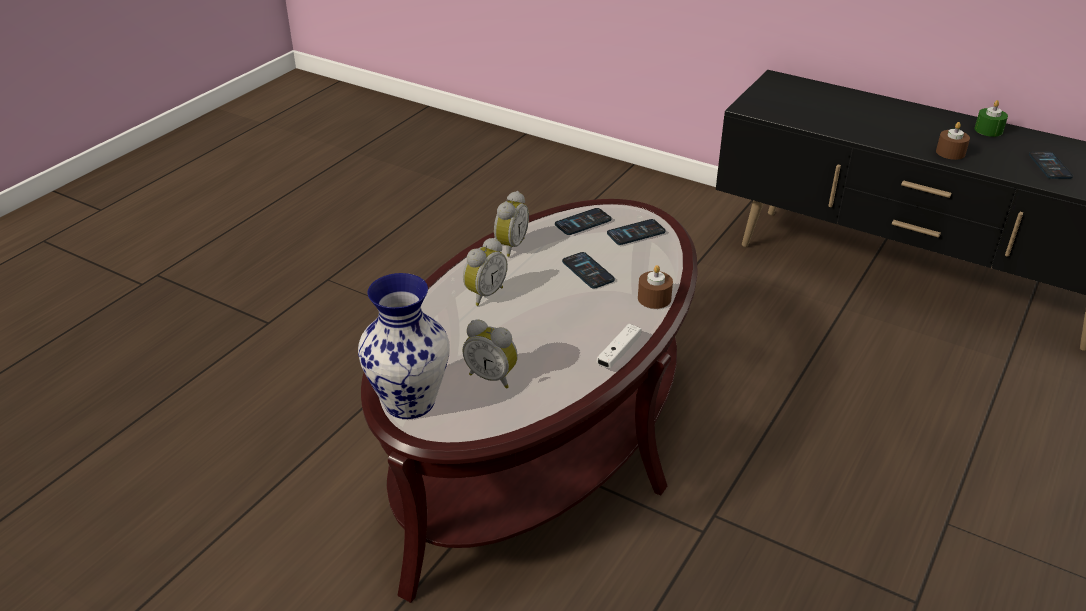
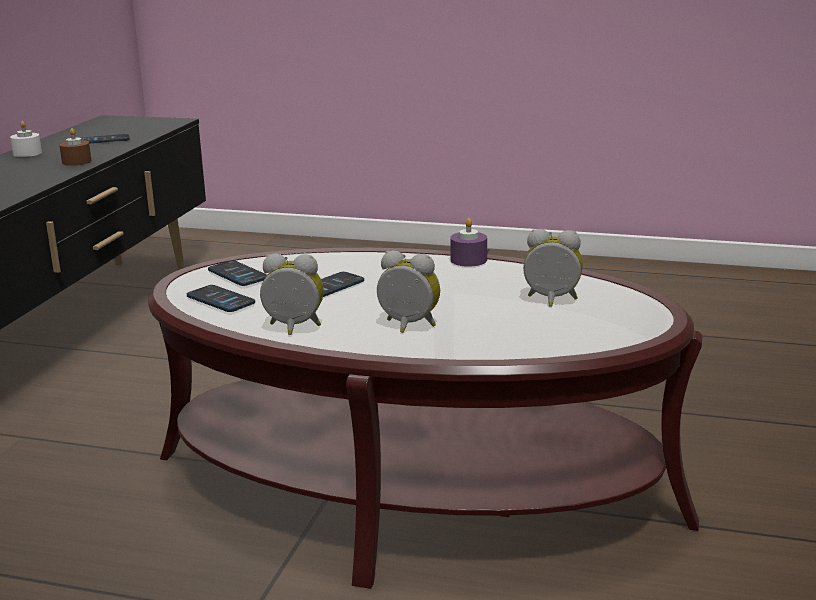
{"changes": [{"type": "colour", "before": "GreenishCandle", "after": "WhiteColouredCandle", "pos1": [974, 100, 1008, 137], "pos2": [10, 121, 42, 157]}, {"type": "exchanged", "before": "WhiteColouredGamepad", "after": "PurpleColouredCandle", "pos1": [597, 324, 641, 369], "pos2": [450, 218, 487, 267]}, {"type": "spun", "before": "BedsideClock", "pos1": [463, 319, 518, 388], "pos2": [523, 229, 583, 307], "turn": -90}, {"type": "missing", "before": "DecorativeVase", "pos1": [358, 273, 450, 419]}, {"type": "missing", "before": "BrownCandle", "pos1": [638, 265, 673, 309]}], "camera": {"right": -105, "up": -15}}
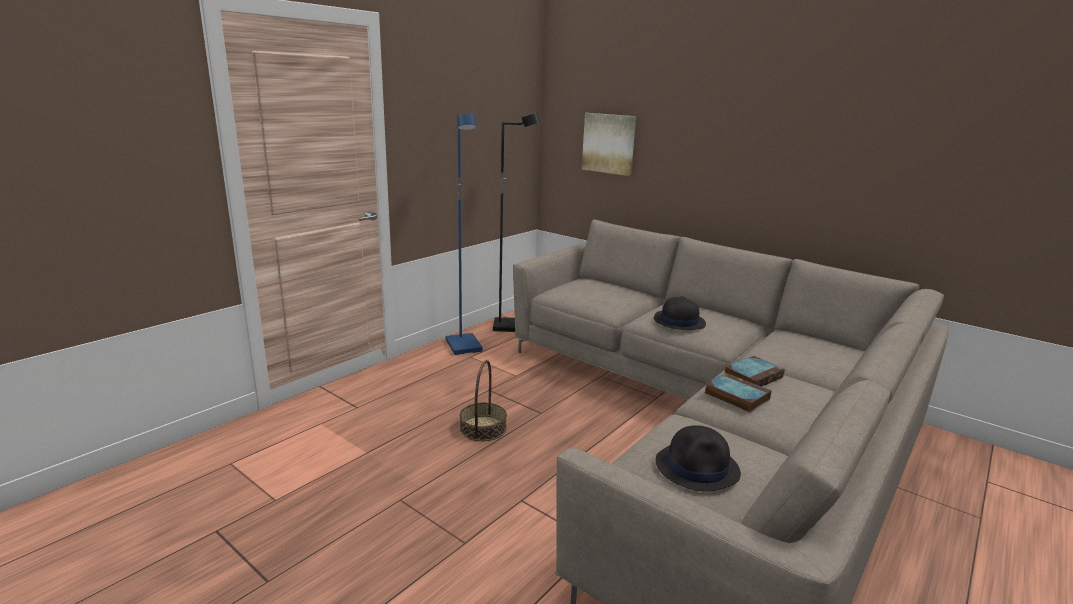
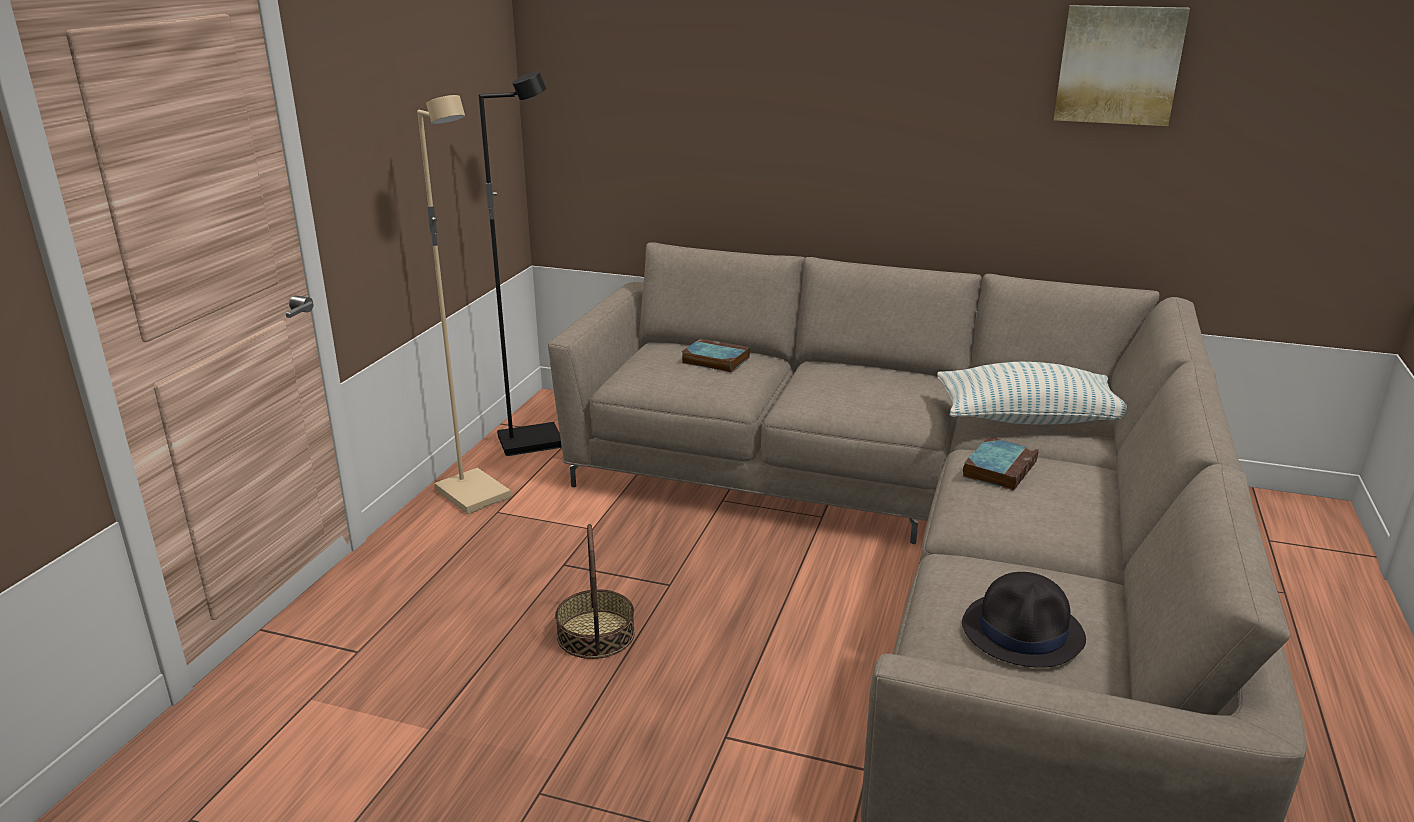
{"changes": [{"type": "colour", "before": "BluishStandardLamp", "after": "BeigeColouredStandardLamp", "pos1": [446, 113, 483, 355], "pos2": [417, 95, 511, 514]}, {"type": "relocated", "before": "Book", "pos1": [705, 372, 771, 413], "pos2": [682, 338, 750, 373]}, {"type": "appeared", "after": "Cushion", "pos2": [937, 362, 1127, 424]}, {"type": "relocated", "before": "WallArt", "pos1": [582, 113, 636, 176], "pos2": [1054, 5, 1190, 126]}, {"type": "missing", "before": "BlackishWearableHat", "pos1": [654, 296, 706, 330]}], "camera": {"right": -20, "up": 5}}
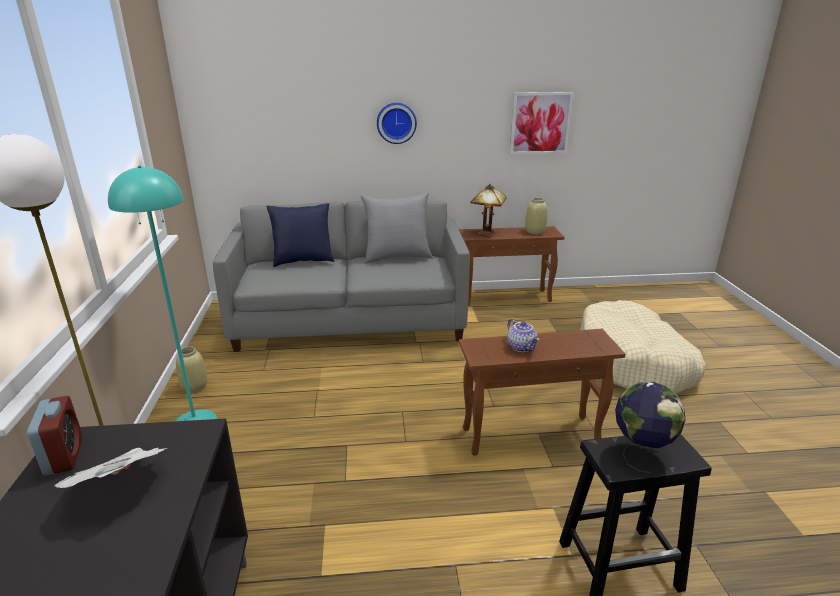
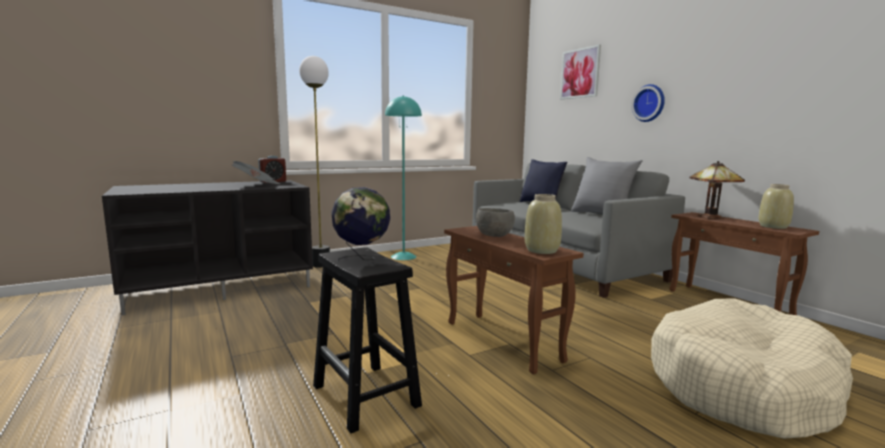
{"changes": [{"type": "exchanged", "before": "TeaPot", "after": "GreyBowl", "pos1": [507, 318, 539, 352], "pos2": [476, 208, 515, 237]}, {"type": "relocated", "before": "BeigeColouredDecorativeVase", "pos1": [176, 346, 208, 393], "pos2": [525, 194, 562, 254]}, {"type": "relocated", "before": "WallArt", "pos1": [510, 92, 574, 154], "pos2": [560, 44, 601, 99]}], "camera": {"right": 65, "up": -15}}
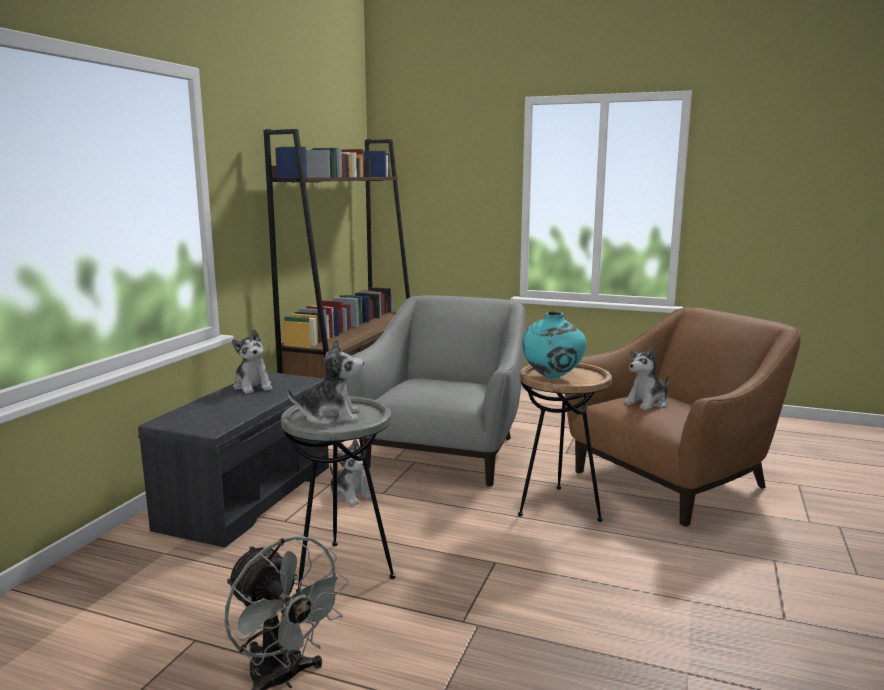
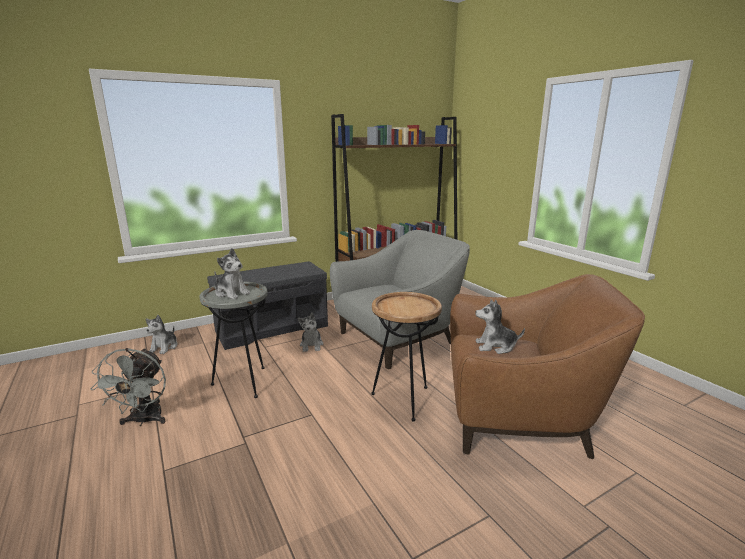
{"changes": [{"type": "relocated", "before": "SoftToy", "pos1": [232, 329, 272, 394], "pos2": [146, 315, 178, 354]}, {"type": "missing", "before": "BlueGreenDecorativeVase", "pos1": [522, 311, 587, 378]}], "camera": {"right": 40, "up": 5}}
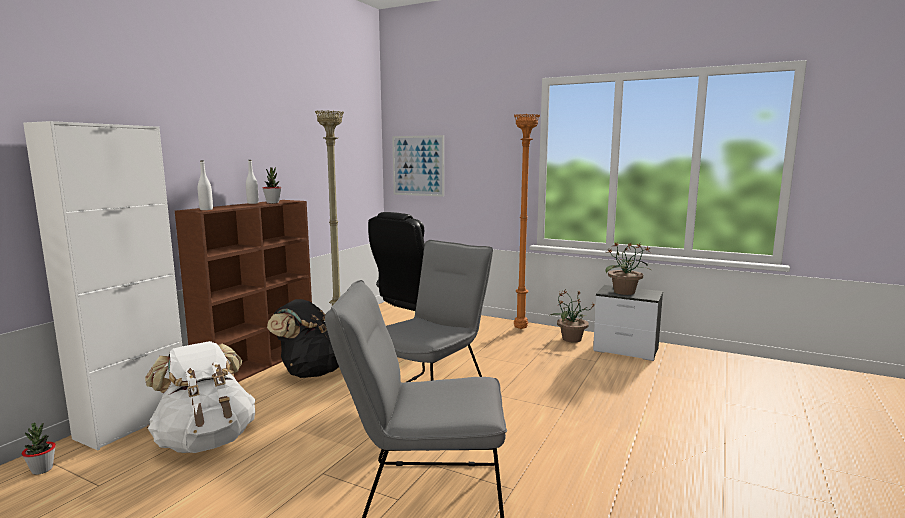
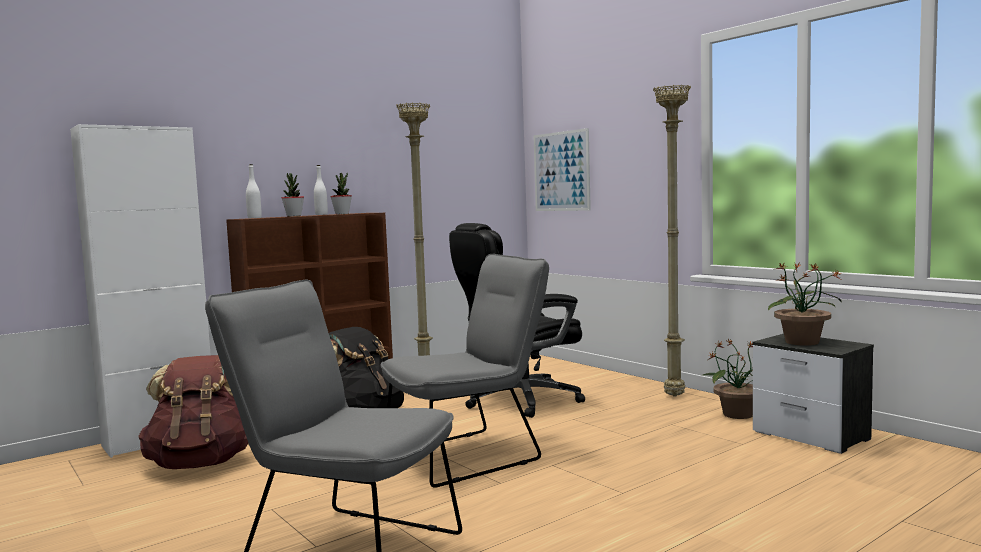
{"changes": [{"type": "colour", "before": "WhiteColouredKnapsack", "after": "BrownKnapsack", "pos1": [145, 341, 255, 453], "pos2": [138, 355, 248, 469]}, {"type": "relocated", "before": "Houseplant", "pos1": [22, 422, 56, 475], "pos2": [282, 173, 304, 217]}, {"type": "colour", "before": "OrangeStandardLamp", "after": "BeigeColouredStandardLamp", "pos1": [514, 114, 540, 329], "pos2": [653, 85, 691, 397]}], "camera": {"right": 25, "up": -5}}
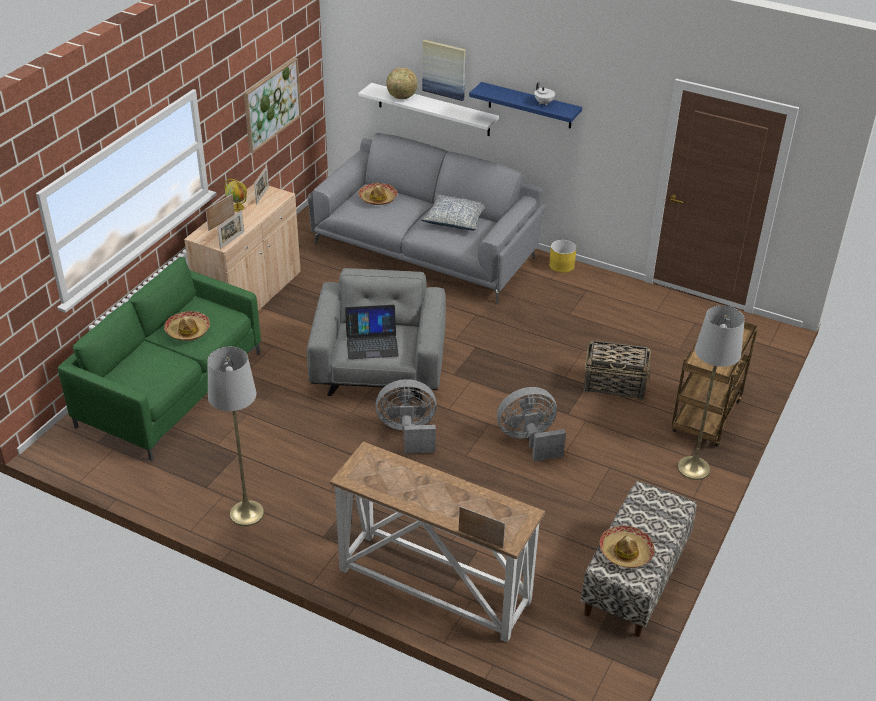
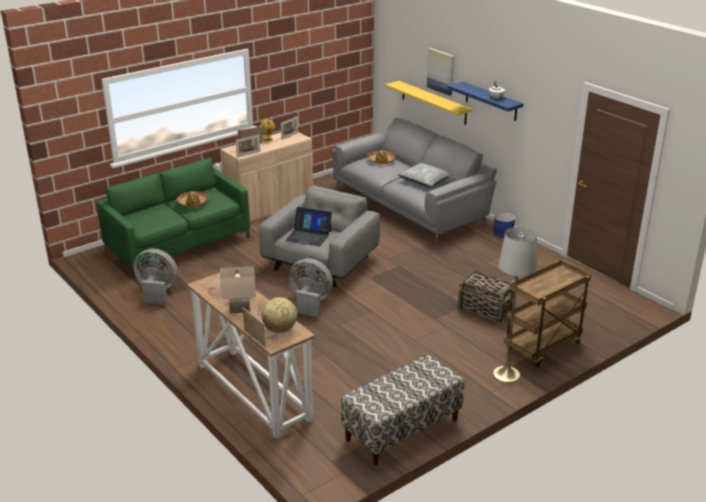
{"changes": [{"type": "relocated", "before": "GreyCoolingFan", "pos1": [497, 387, 566, 461], "pos2": [133, 249, 178, 305]}, {"type": "appeared", "after": "BeigeColouredTabletopLamp", "pos2": [220, 266, 256, 314]}, {"type": "relocated", "before": "Globe", "pos1": [386, 67, 418, 99], "pos2": [262, 297, 297, 333]}, {"type": "colour", "before": "WhiteColouredWallShelf", "after": "YellowColouredWallShelf", "pos1": [358, 83, 499, 136], "pos2": [385, 81, 472, 125]}, {"type": "colour", "before": "YellowColouredFlowerPot", "after": "BluishFlowerPot", "pos1": [549, 240, 577, 273], "pos2": [493, 213, 515, 238]}, {"type": "missing", "before": "GreyStandardLamp", "pos1": [208, 347, 264, 526]}, {"type": "missing", "before": "WallArt", "pos1": [244, 58, 302, 153]}, {"type": "missing", "before": "WearableHat", "pos1": [599, 526, 654, 568]}], "camera": {"right": 25, "up": -10}}
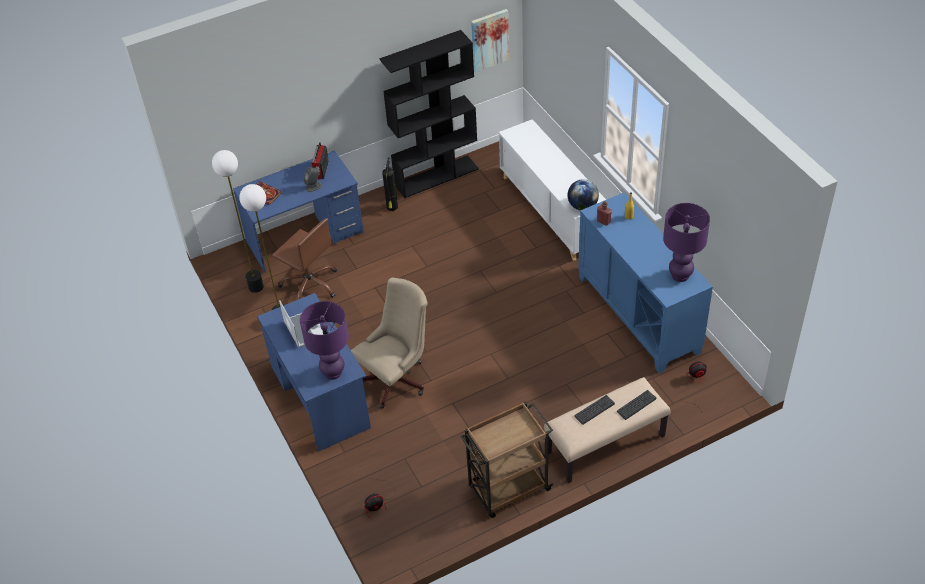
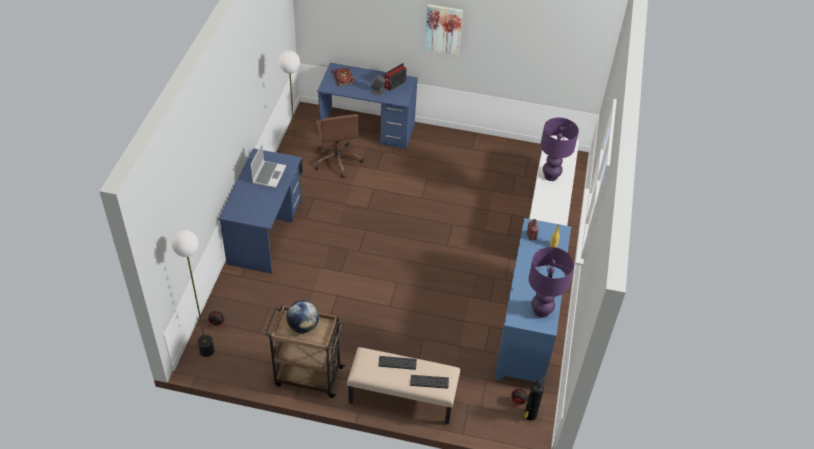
{"changes": [{"type": "relocated", "before": "StandardLamp", "pos1": [212, 150, 264, 293], "pos2": [172, 230, 215, 357]}, {"type": "relocated", "before": "Globe", "pos1": [568, 179, 599, 210], "pos2": [286, 300, 319, 333]}, {"type": "relocated", "before": "WallArt", "pos1": [471, 9, 509, 73], "pos2": [424, 4, 463, 55]}, {"type": "relocated", "before": "FireFightingCylinder", "pos1": [382, 158, 398, 211], "pos2": [523, 374, 547, 421]}, {"type": "relocated", "before": "PurpleColouredTabletopLamp", "pos1": [300, 301, 349, 380], "pos2": [541, 118, 579, 181]}, {"type": "missing", "before": "BeigeColouredOfficeChair", "pos1": [351, 277, 428, 409]}, {"type": "missing", "before": "BlackishBookshelf", "pos1": [380, 30, 479, 198]}], "camera": {"right": 35, "up": 0}}
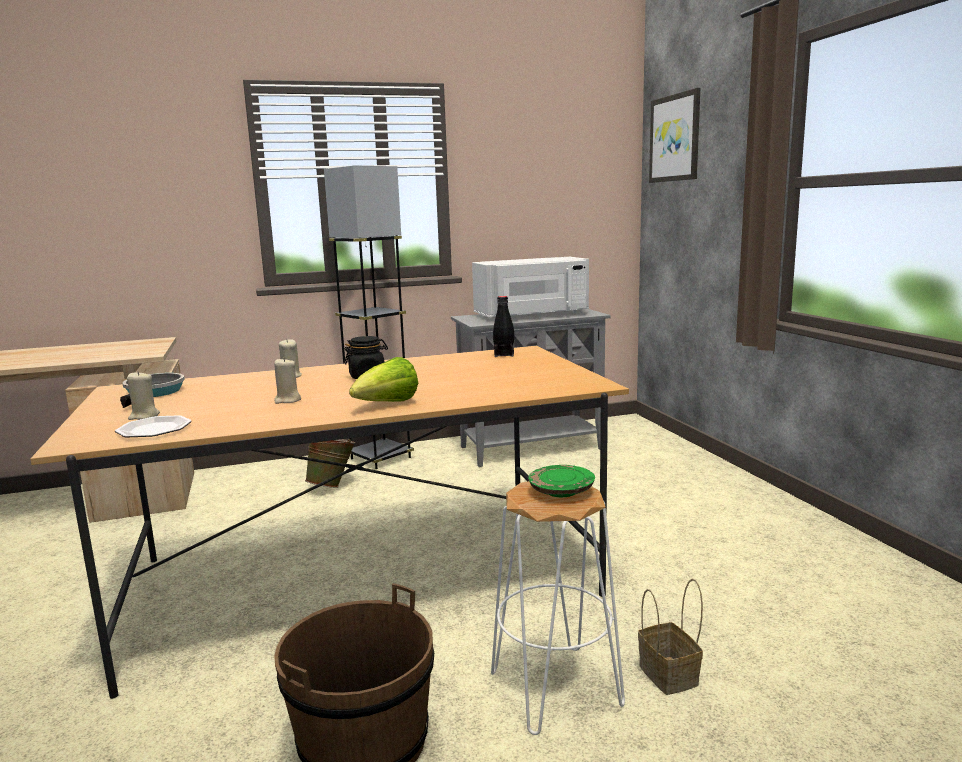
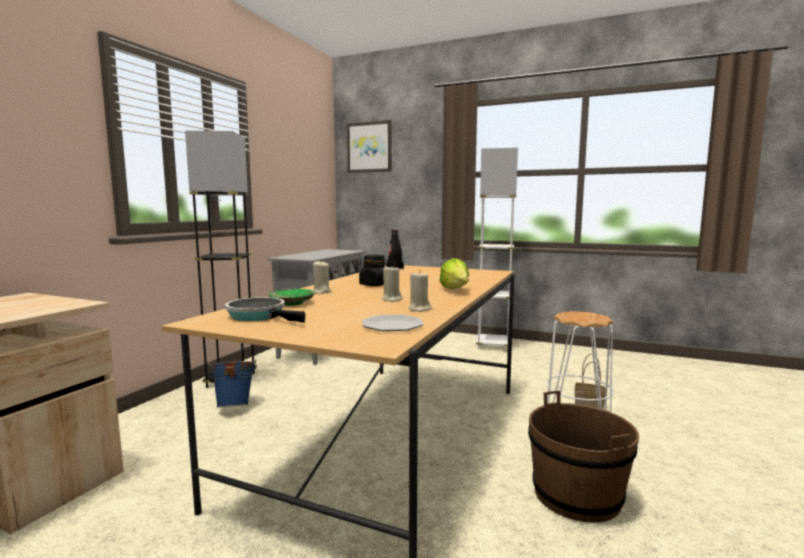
{"changes": [{"type": "colour", "before": "GreenishWaterBucket", "after": "BluishWaterBucket", "pos1": [305, 439, 356, 488], "pos2": [209, 359, 256, 407]}, {"type": "relocated", "before": "GreenishPlate", "pos1": [528, 465, 595, 497], "pos2": [269, 289, 314, 306]}, {"type": "relocated", "before": "BeigeColouredCandle", "pos1": [127, 371, 160, 420], "pos2": [408, 271, 431, 312]}, {"type": "appeared", "after": "WhiteColouredStandardLamp", "pos2": [476, 148, 518, 351]}, {"type": "missing", "before": "WhiteColouredKitchenMicrowave", "pos1": [472, 257, 589, 317]}], "camera": {"right": -50, "up": -5}}
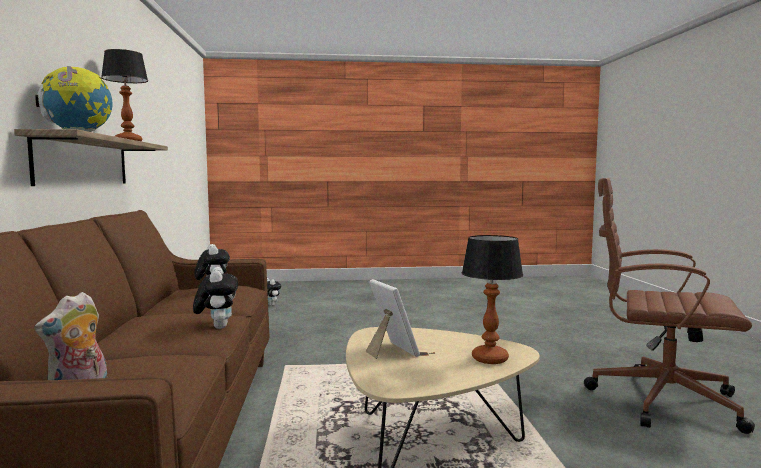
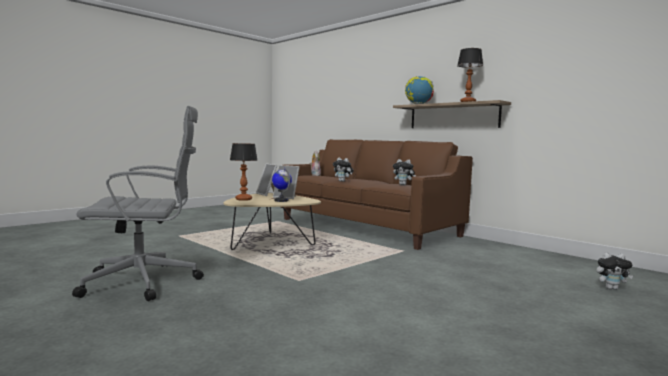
{"changes": [{"type": "colour", "before": "BrownOfficeChair", "after": "GreyOfficeChair", "pos1": [584, 178, 755, 434], "pos2": [72, 106, 204, 301]}, {"type": "appeared", "after": "PhotoFrame", "pos2": [256, 164, 277, 196]}, {"type": "appeared", "after": "Globe", "pos2": [272, 168, 292, 202]}], "camera": {"right": 140, "up": 0}}
